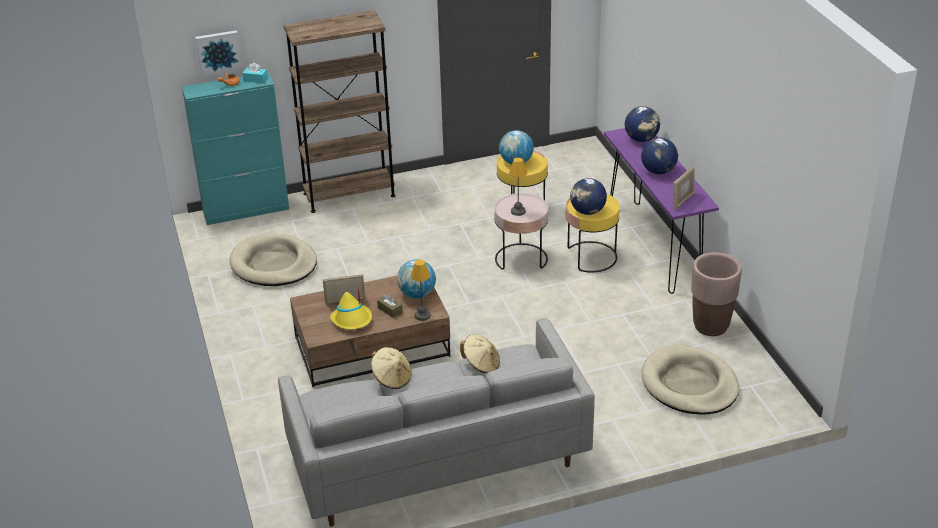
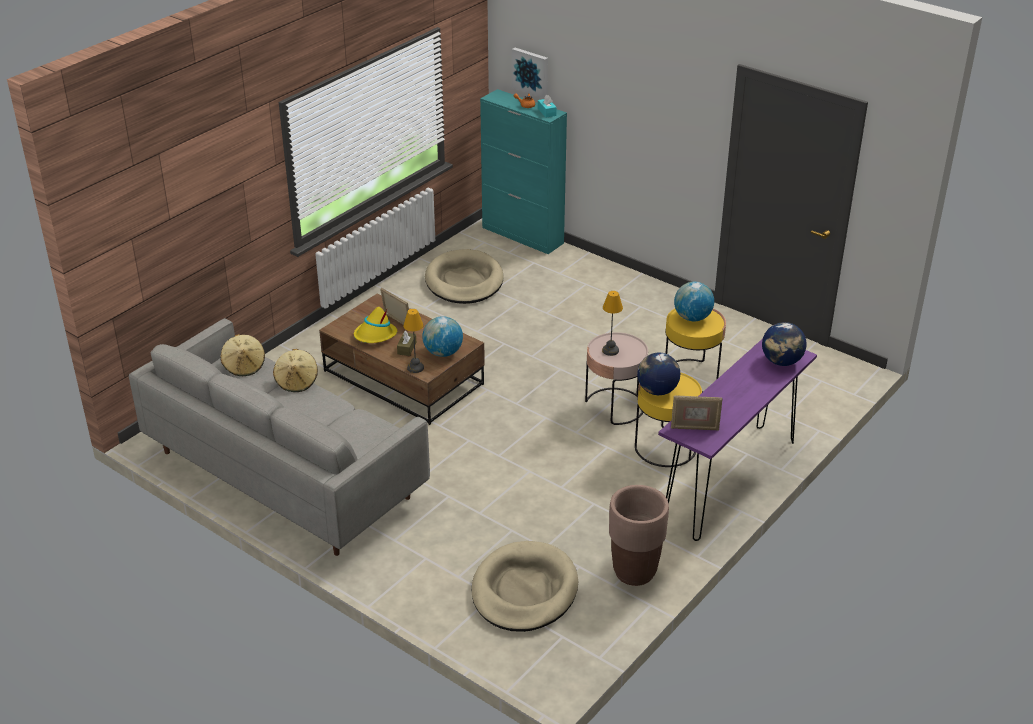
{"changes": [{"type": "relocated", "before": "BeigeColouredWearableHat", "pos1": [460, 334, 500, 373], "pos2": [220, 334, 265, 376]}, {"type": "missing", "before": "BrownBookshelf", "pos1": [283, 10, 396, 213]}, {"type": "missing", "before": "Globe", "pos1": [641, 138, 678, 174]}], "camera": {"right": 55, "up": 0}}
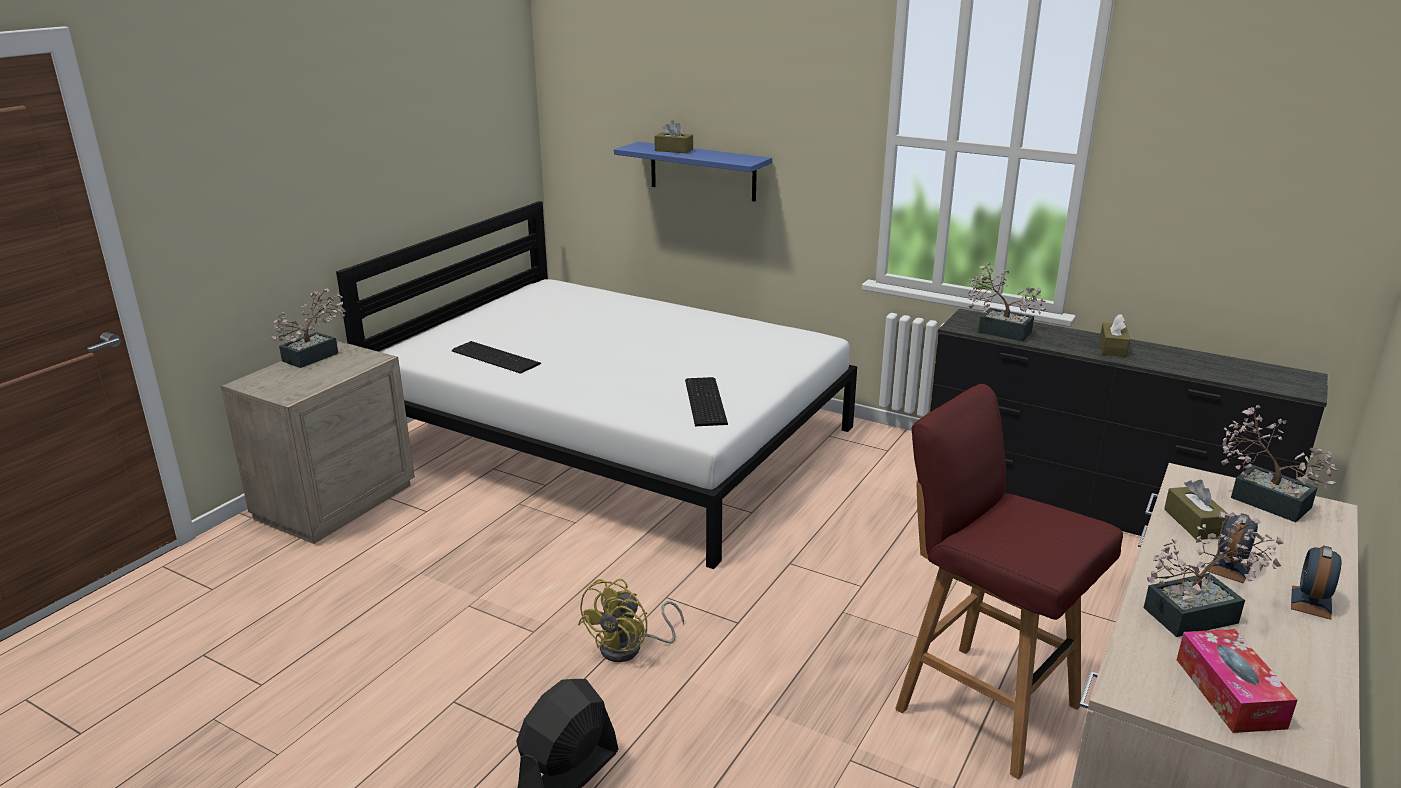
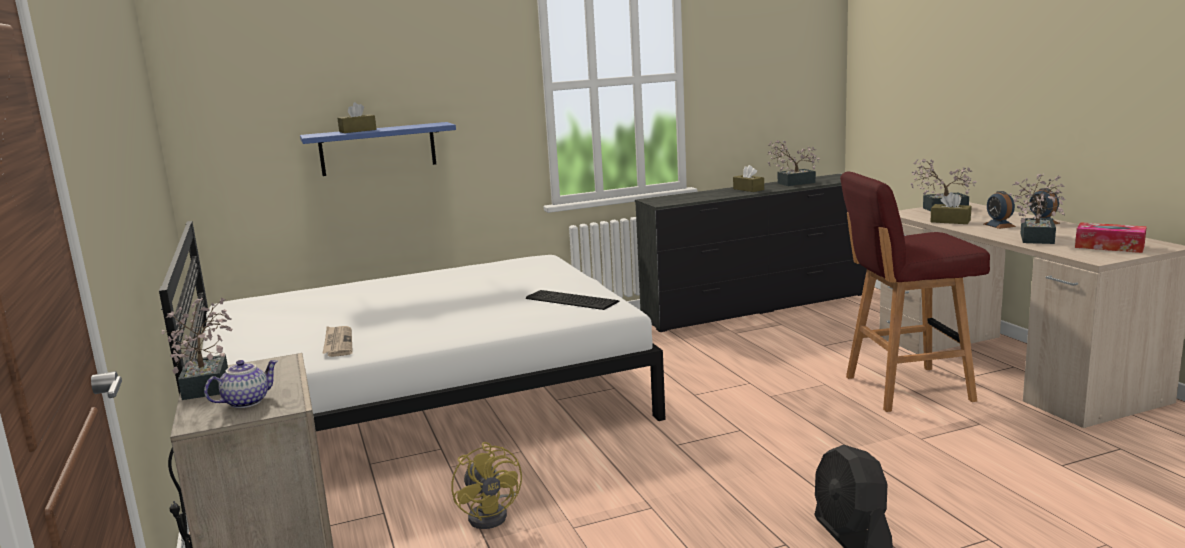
{"changes": [{"type": "appeared", "after": "TeaPot", "pos2": [204, 360, 278, 408]}, {"type": "exchanged", "before": "PcKeyboard", "after": "Newspaper", "pos1": [452, 341, 541, 374], "pos2": [322, 326, 353, 357]}, {"type": "relocated", "before": "YellowColouredCoolingFan", "pos1": [578, 579, 684, 662], "pos2": [451, 442, 522, 529]}, {"type": "relocated", "before": "Houseplant", "pos1": [968, 262, 1046, 341], "pos2": [768, 140, 820, 186]}], "camera": {"right": -50, "up": -10}}
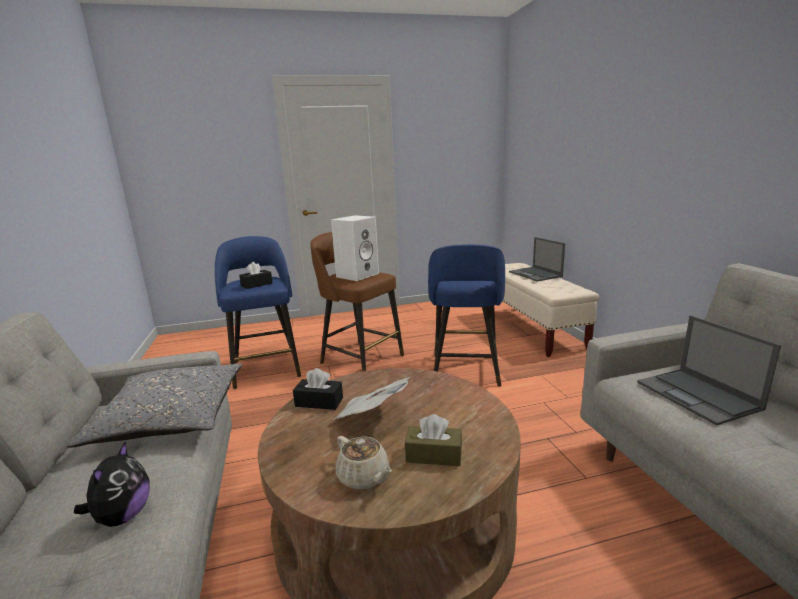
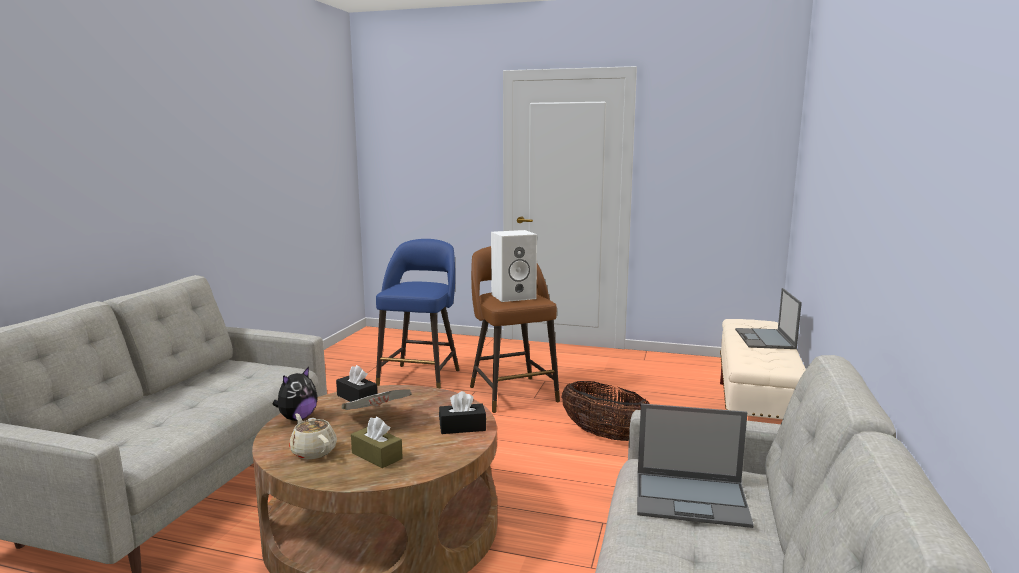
{"changes": [{"type": "relocated", "before": "SoftToy", "pos1": [74, 441, 150, 527], "pos2": [272, 367, 317, 421]}, {"type": "spun", "before": "BeigeColouredTeaPot", "pos1": [336, 436, 392, 490], "pos2": [289, 414, 337, 459], "turn": 150}, {"type": "relocated", "before": "BlackishBoxOfTissues", "pos1": [239, 262, 273, 289], "pos2": [439, 391, 486, 434]}, {"type": "exchanged", "before": "BluishStoolSeat", "after": "StorageBasket", "pos1": [428, 244, 505, 387], "pos2": [561, 381, 650, 441]}, {"type": "spun", "before": "PortableComputer", "pos1": [637, 315, 781, 426], "pos2": [637, 403, 754, 528], "turn": -90}, {"type": "missing", "before": "GreyCushion", "pos1": [67, 363, 242, 448]}], "camera": {"right": 30, "up": -5}}
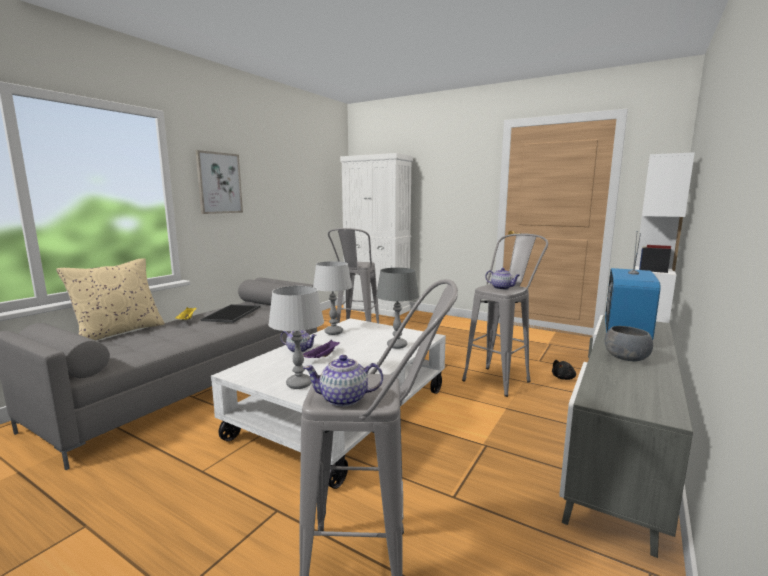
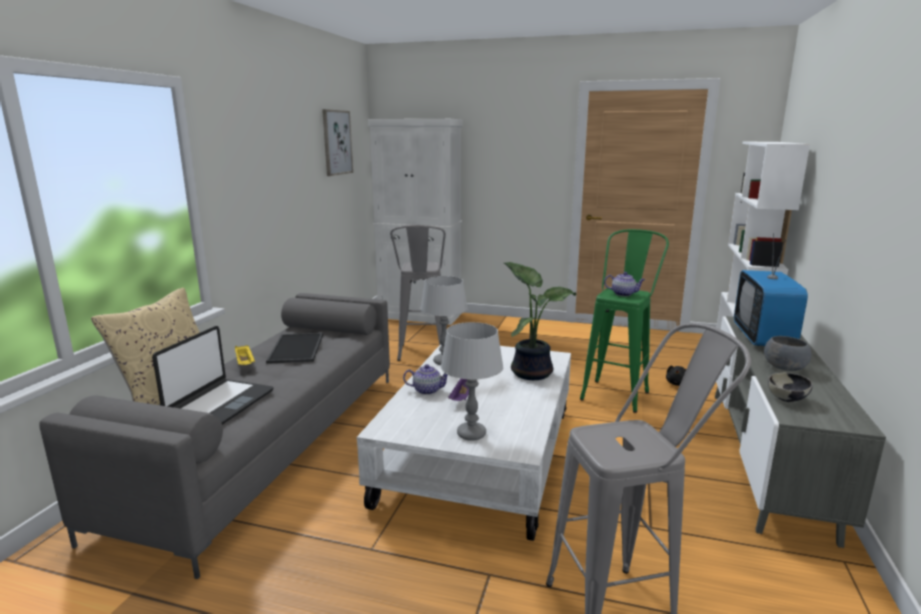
{"changes": [{"type": "appeared", "after": "PortableComputer", "pos2": [152, 326, 274, 425]}, {"type": "relocated", "before": "WallArt", "pos1": [195, 150, 243, 214], "pos2": [322, 109, 353, 176]}, {"type": "exchanged", "before": "GreyTabletopLamp", "after": "Houseplant", "pos1": [376, 268, 419, 349], "pos2": [504, 262, 576, 380]}, {"type": "colour", "before": "GreyStoolSeat", "after": "GreenishStoolSeat", "pos1": [462, 233, 548, 397], "pos2": [580, 229, 669, 413]}, {"type": "appeared", "after": "Bowl", "pos2": [768, 373, 813, 402]}, {"type": "missing", "before": "TeaPot", "pos1": [303, 355, 383, 407]}], "camera": {"right": -15, "up": 5}}
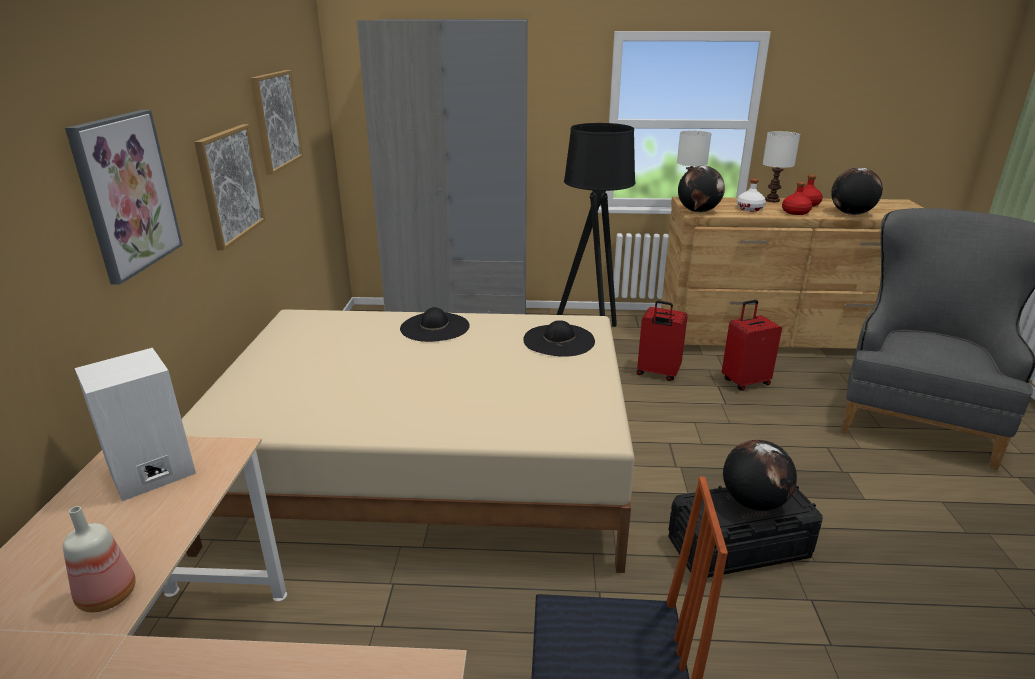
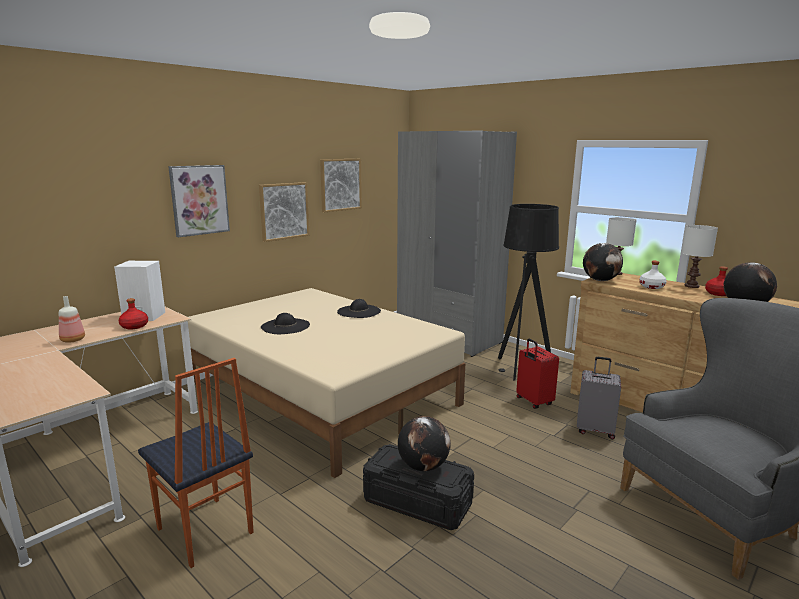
{"changes": [{"type": "relocated", "before": "RedDrinkBottle", "pos1": [782, 182, 812, 215], "pos2": [119, 298, 148, 329]}, {"type": "relocated", "before": "BlackishWearableHat", "pos1": [523, 320, 595, 357], "pos2": [261, 313, 310, 334]}, {"type": "colour", "before": "RedSuitcase", "after": "GreySuitcase", "pos1": [722, 300, 782, 391], "pos2": [577, 357, 621, 439]}], "camera": {"right": 40, "up": -10}}
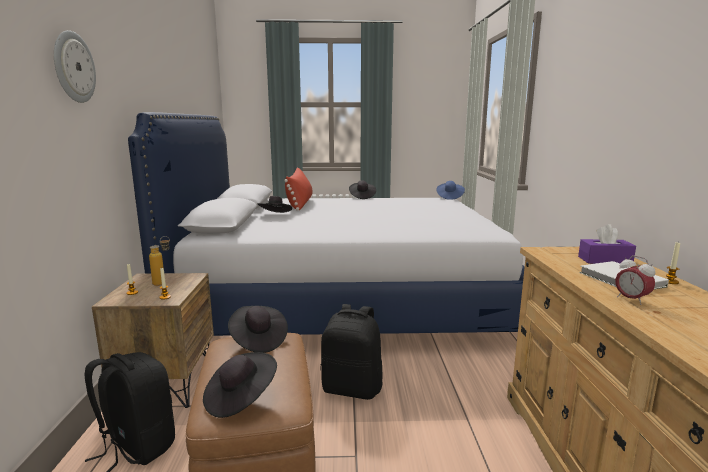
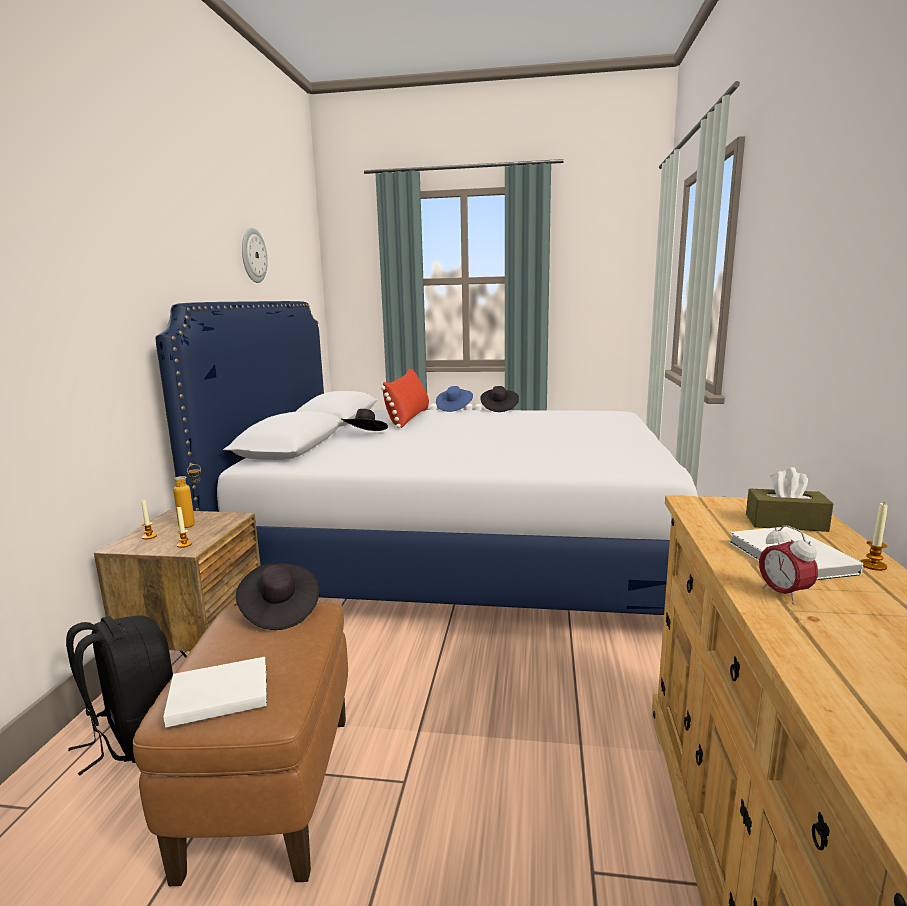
{"changes": [{"type": "exchanged", "before": "BlackishWearableHat", "after": "WhiteColouredBook", "pos1": [203, 352, 277, 418], "pos2": [163, 657, 267, 728]}, {"type": "relocated", "before": "HangingClock", "pos1": [54, 30, 96, 103], "pos2": [242, 228, 268, 283]}, {"type": "relocated", "before": "BluishWearableHat", "pos1": [436, 181, 465, 200], "pos2": [436, 386, 473, 412]}, {"type": "colour", "before": "PurpleColouredBoxOfTissues", "after": "BrownBoxOfTissues", "pos1": [578, 224, 636, 264], "pos2": [746, 467, 833, 532]}, {"type": "missing", "before": "BlackishKnapsack", "pos1": [321, 304, 383, 400]}], "camera": {"right": 10, "up": 0}}
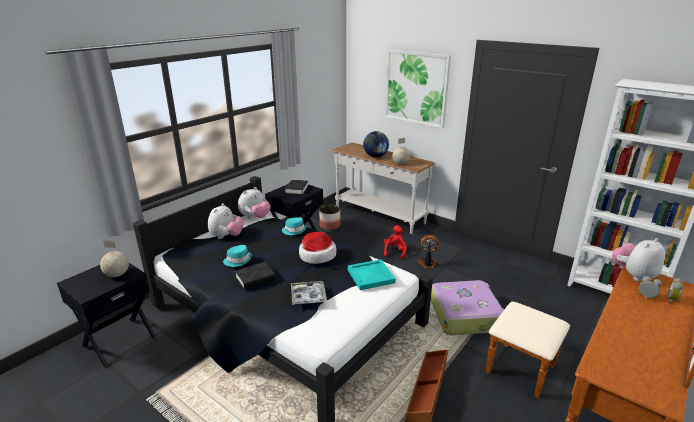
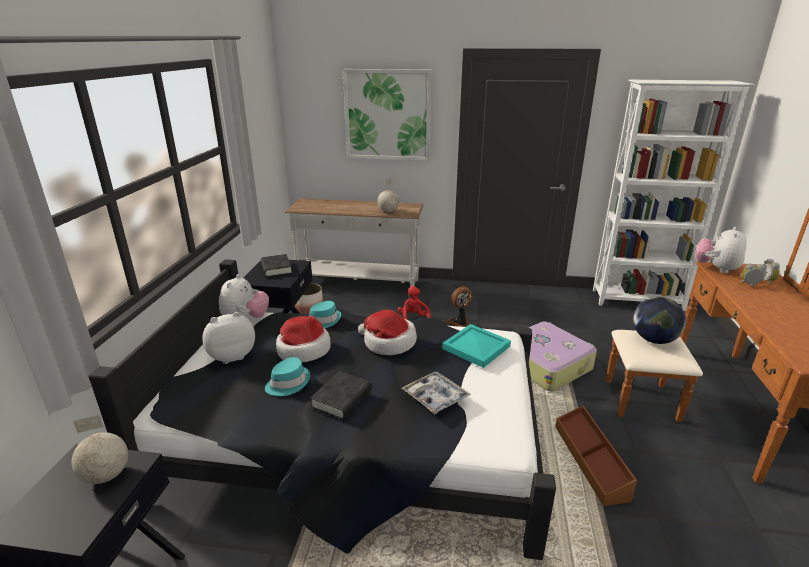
{"changes": [{"type": "spun", "before": "SoftToy", "pos1": [208, 203, 244, 239], "pos2": [202, 312, 255, 364], "turn": -105}, {"type": "appeared", "after": "WearableHat", "pos2": [276, 316, 331, 362]}, {"type": "relocated", "before": "Globe", "pos1": [363, 131, 389, 157], "pos2": [633, 297, 686, 344]}], "camera": {"right": -30, "up": 0}}
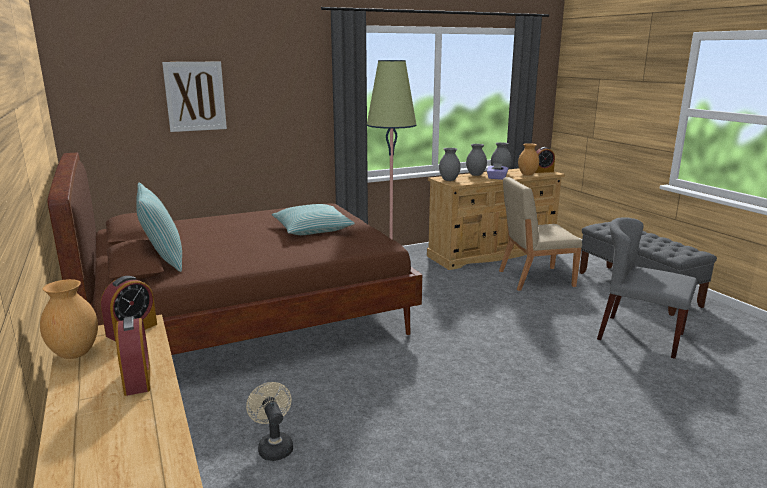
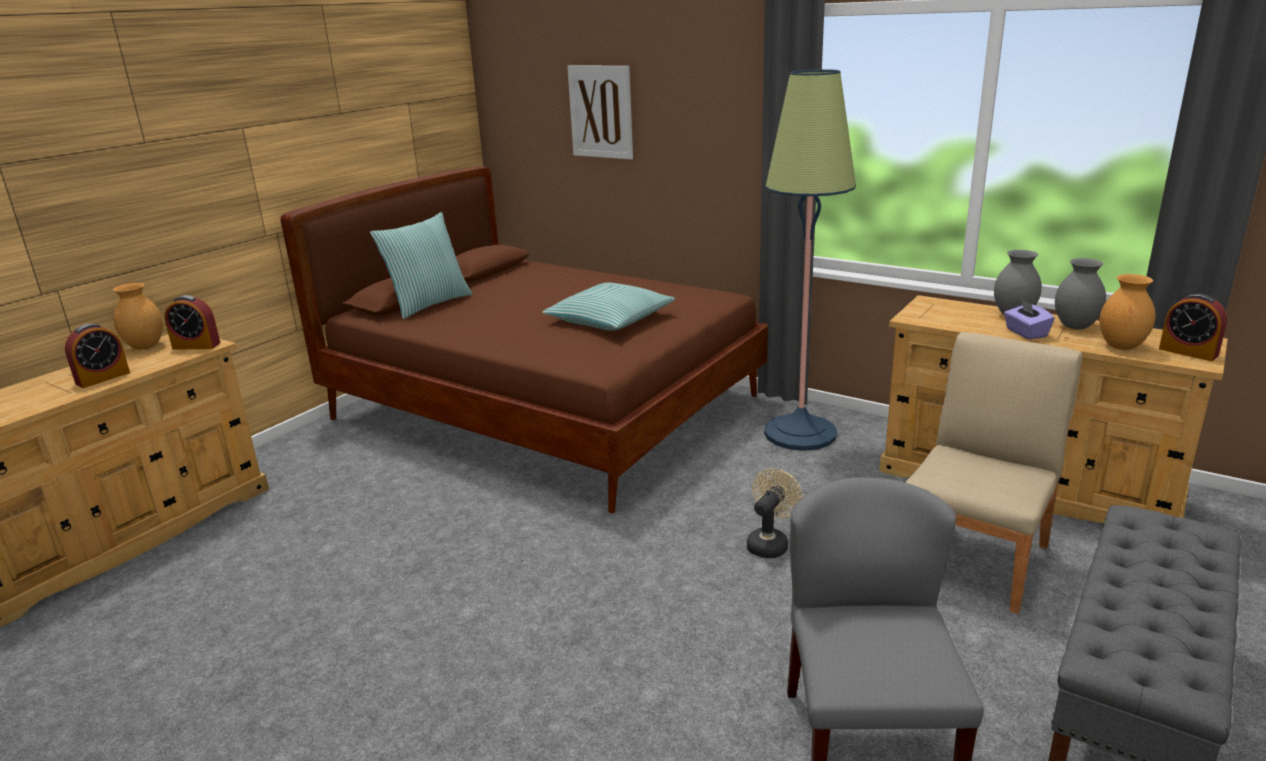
{"changes": [{"type": "relocated", "before": "BeigeColouredCoolingFan", "pos1": [246, 382, 293, 461], "pos2": [747, 468, 803, 558]}, {"type": "spun", "before": "BeigeColouredPlainChair", "pos1": [499, 177, 582, 291], "pos2": [905, 332, 1083, 614], "turn": 75}, {"type": "missing", "before": "GreyDecorativeVase", "pos1": [439, 148, 461, 181]}], "camera": {"right": 60, "up": 5}}
